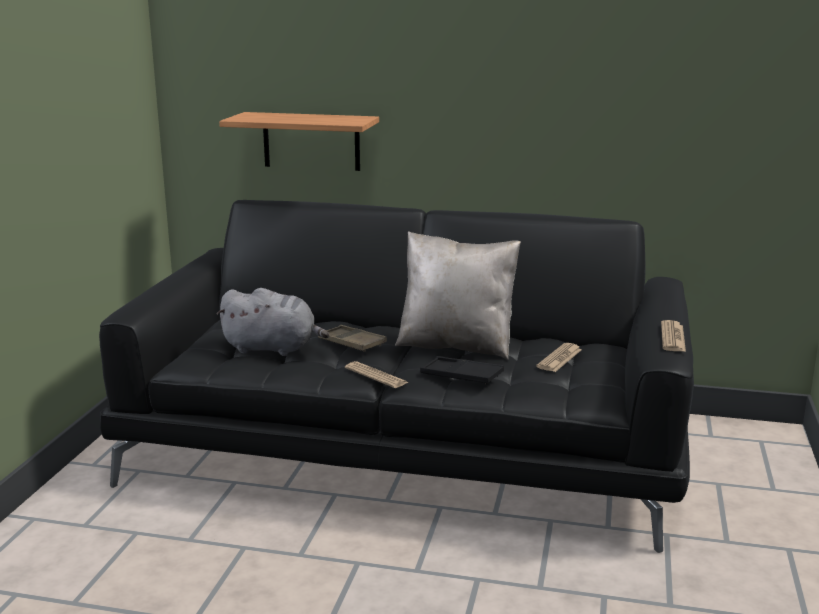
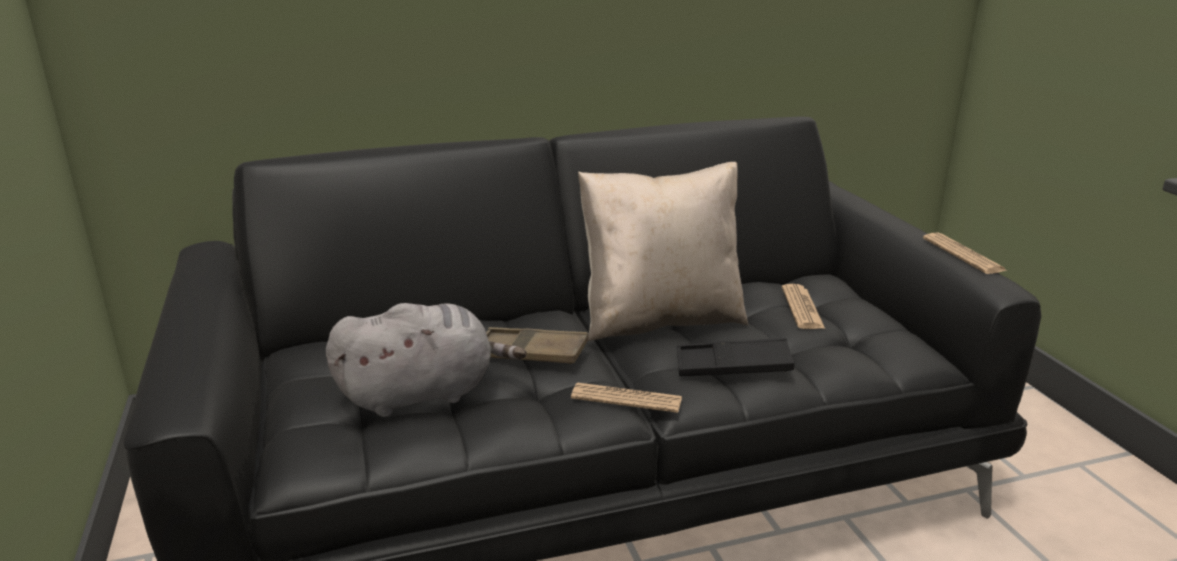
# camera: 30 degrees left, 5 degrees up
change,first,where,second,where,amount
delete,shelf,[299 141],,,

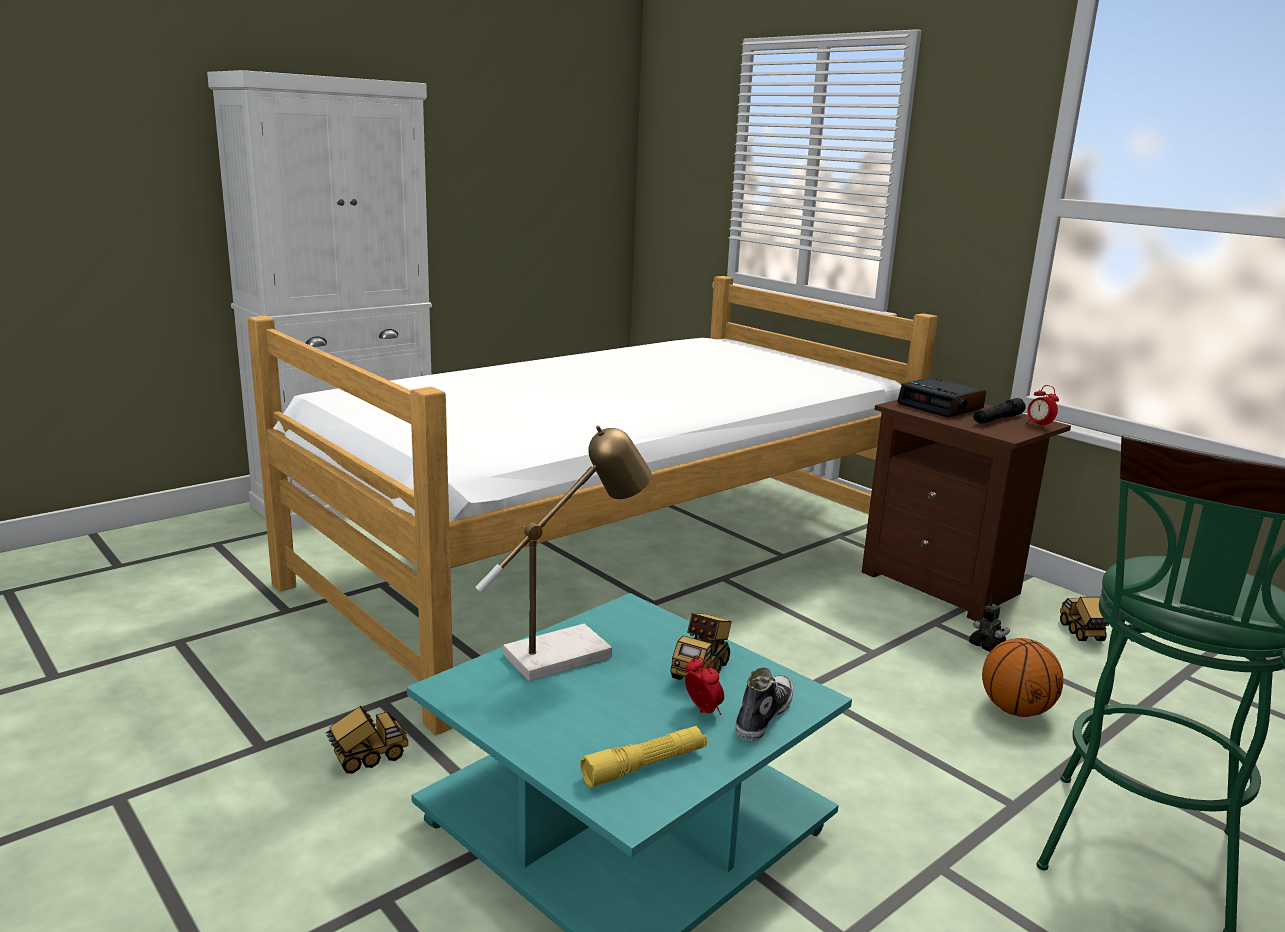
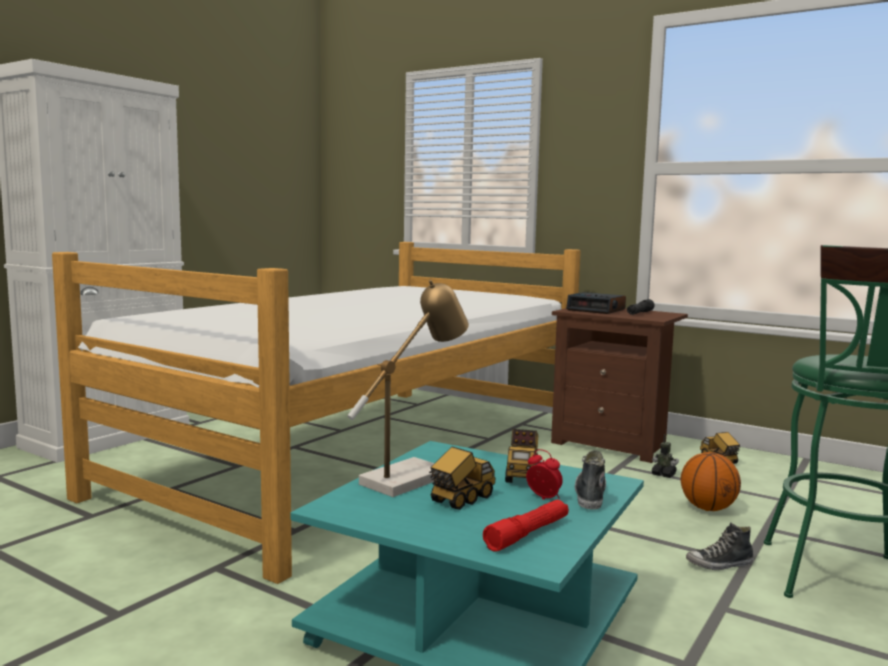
# camera: 15 degrees left, 10 degrees down
change,first,where,second,where,amount
delete,alarm clock,[1043 406],,,
move,toy truck,[367 740],,[462 478],
recolor,yellow flashlight,[643 756],red flashlight,[526 526],
insert,,,shoe,[720 546],

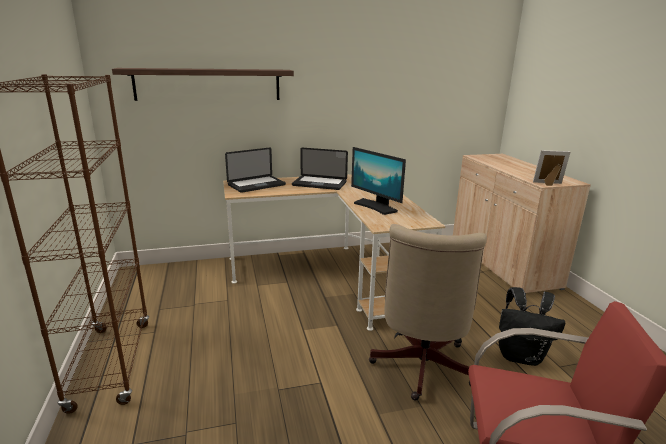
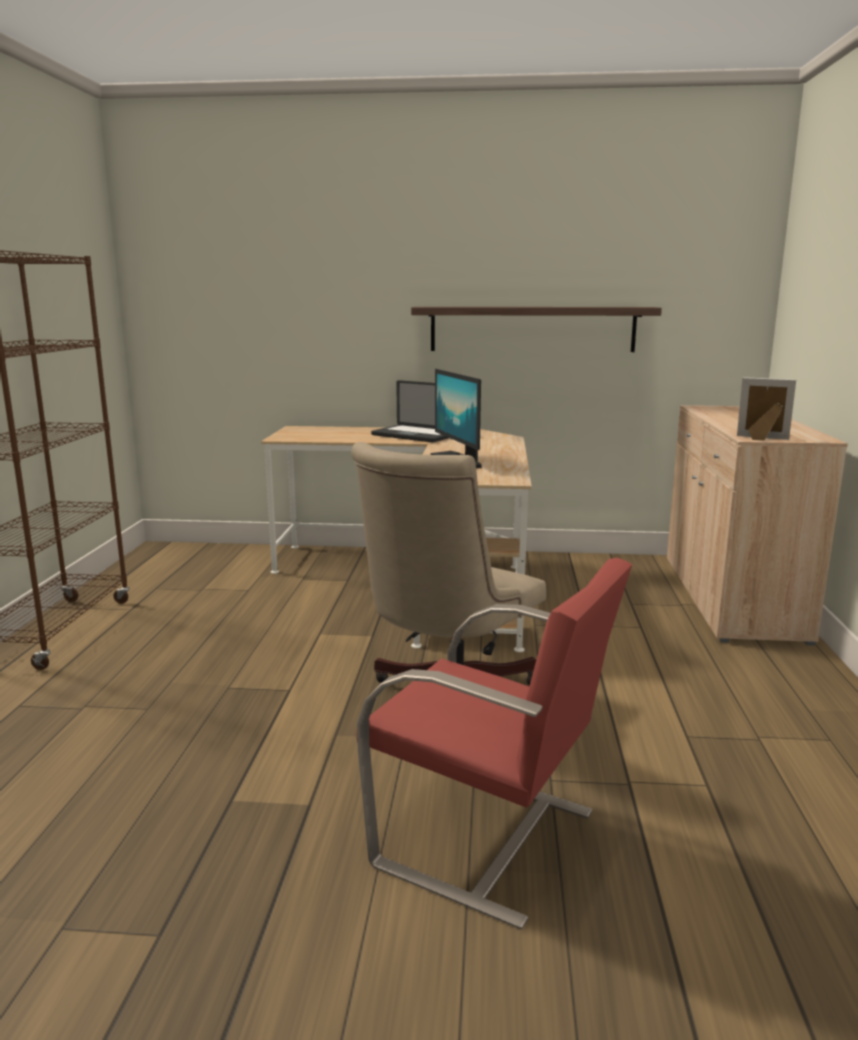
# camera: 20 degrees right, 5 degrees down
change,first,where,second,where,amount
move,shelf,[203 84],,[536 329],
delete,laptop,[255 170],,,
delete,black backpack,[531 326],,,

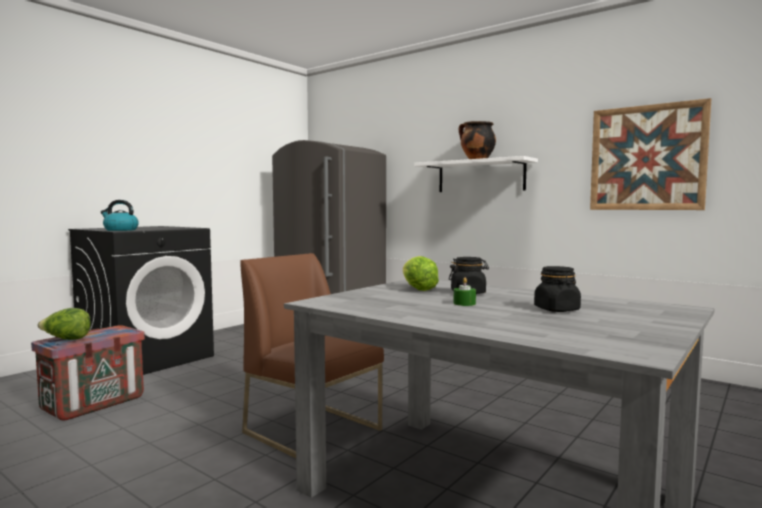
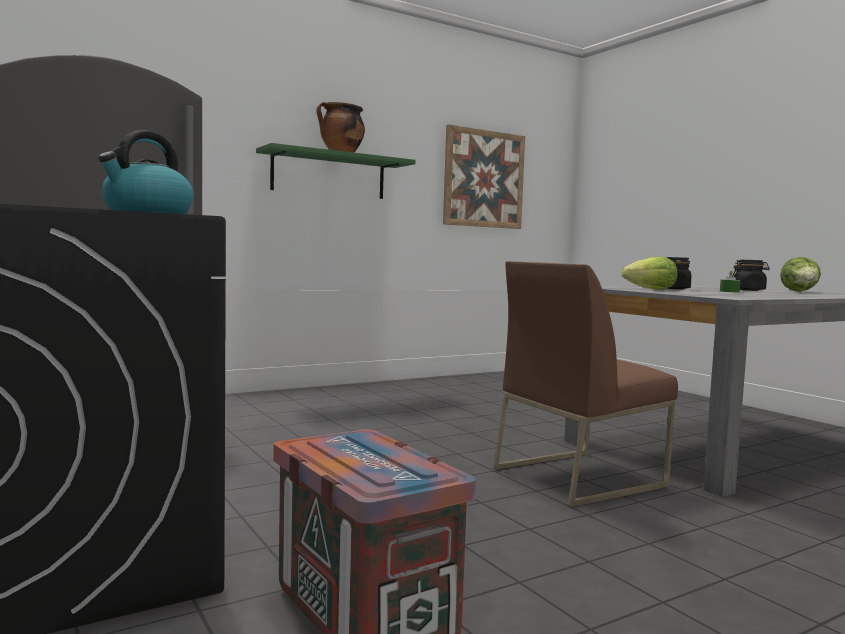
# camera: 70 degrees left, 0 degrees up
change,first,where,second,where,amount
recolor,white shelf,[476 174],green shelf,[336 171],
move,lettuce,[64 324],,[800 274],

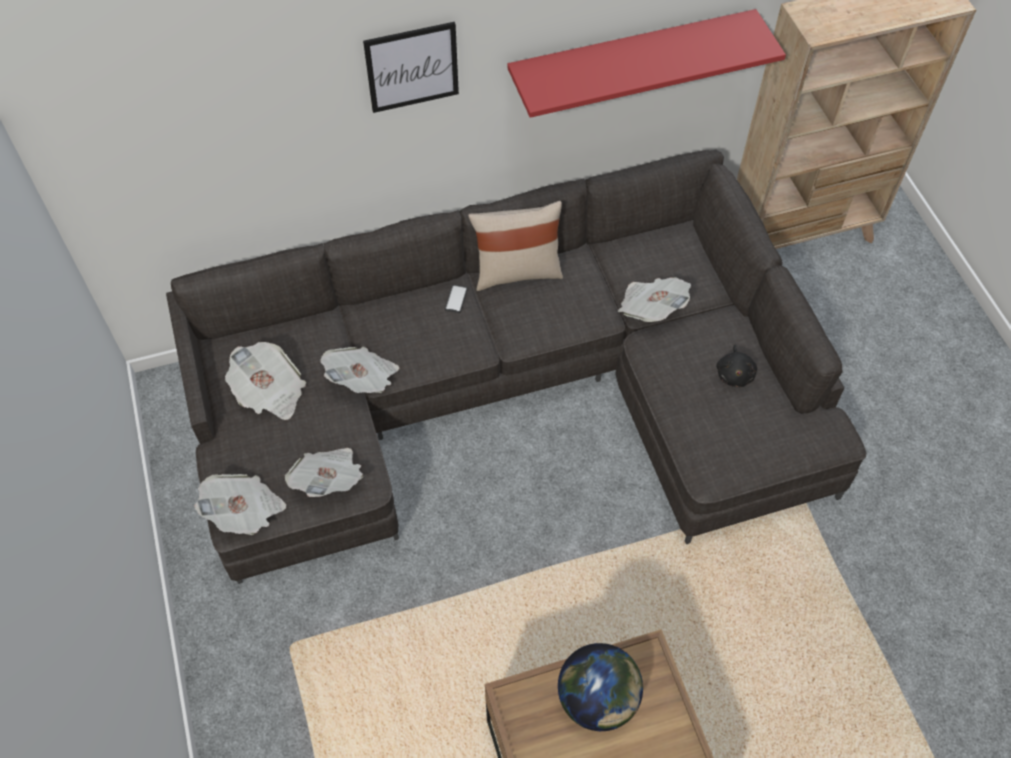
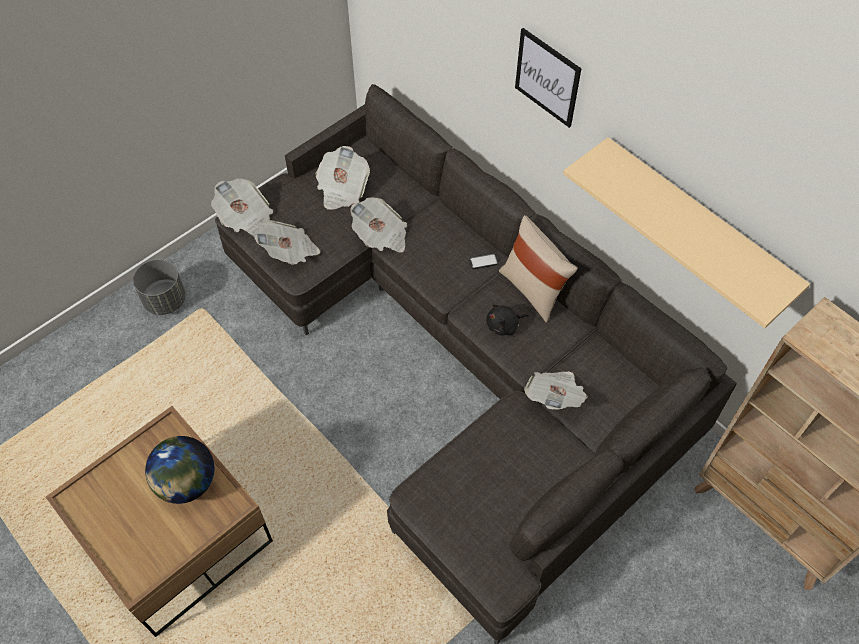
# camera: 65 degrees right, 0 degrees up
change,first,where,second,where,amount
recolor,red shelf,[646 63],beige shelf,[686 232],
move,black plush toy,[736 366],,[507 319],
insert,,,grey planter,[159 287],

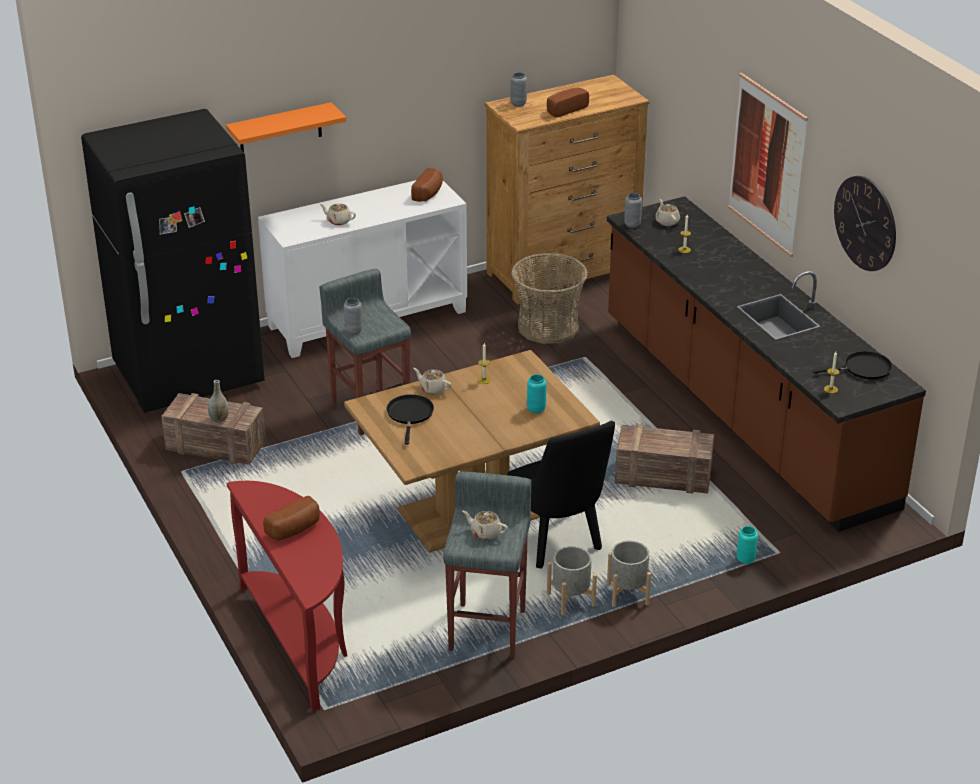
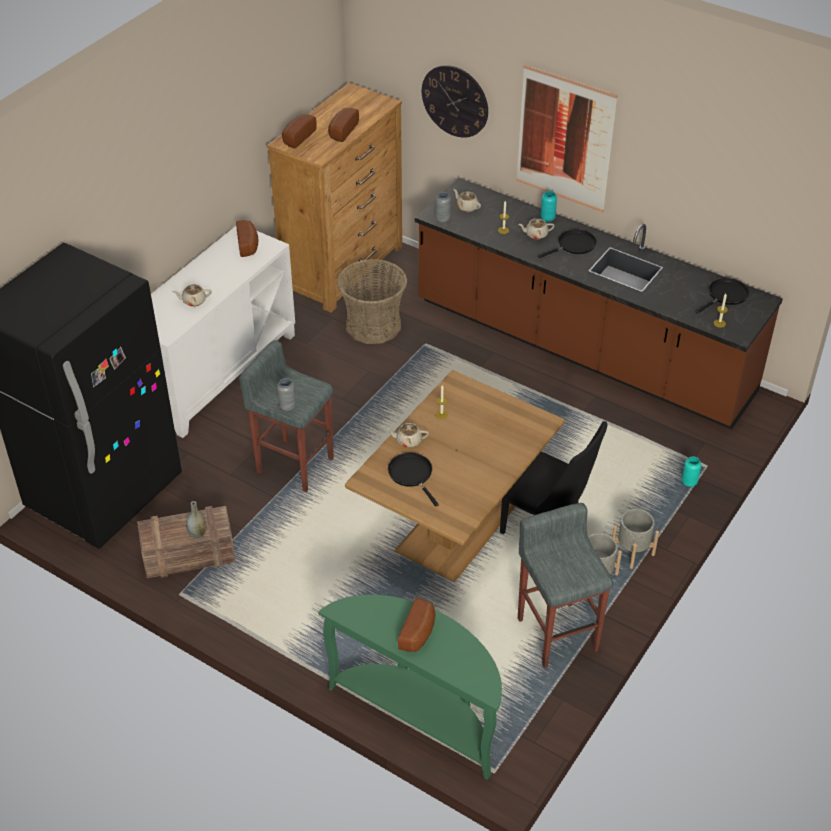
# camera: 30 degrees left, 10 degrees up
change,first,where,second,where,amount
replace,grey vase,[518 89],bread,[299 131],
delete,orange shelf,[286 127],,,
move,wall clock,[865 223],,[455 101],
move,turquoise vase,[537 393],,[548 206],
delete,crate,[664 459],,,
recolor,red console table,[287 596],green console table,[410 687],
move,beige teapot,[485 525],,[536 228],
insert,,,black frying pan,[567 243],

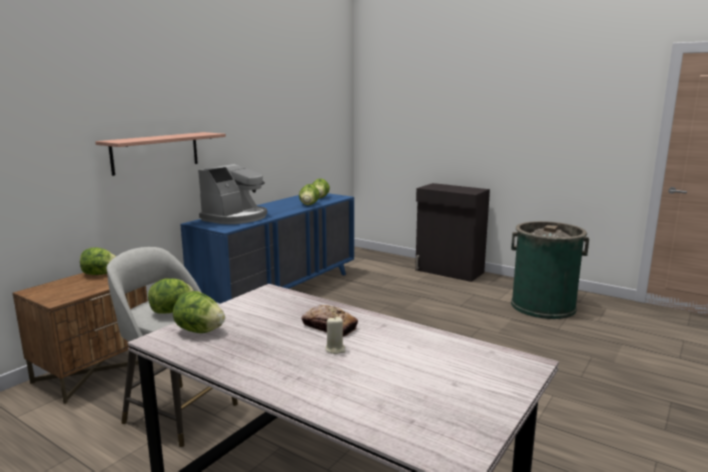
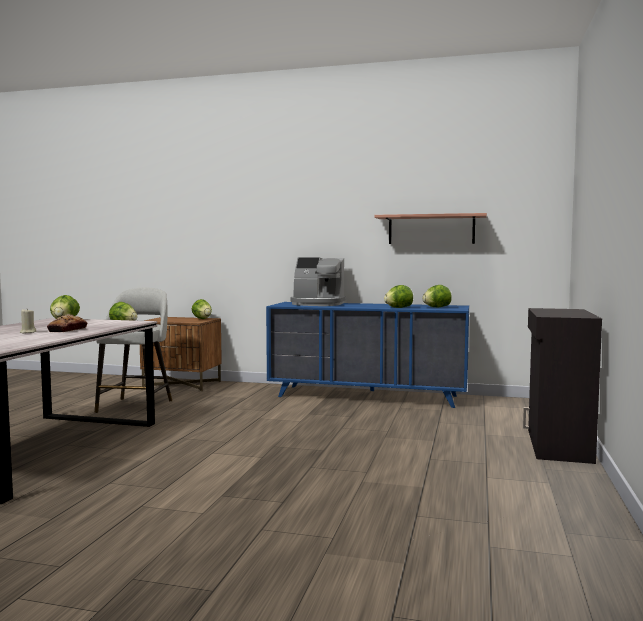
# camera: 70 degrees right, 10 degrees down
change,first,where,second,where,amount
move,shelf,[160 154],,[430 228],
delete,green trash can,[550 270],,,

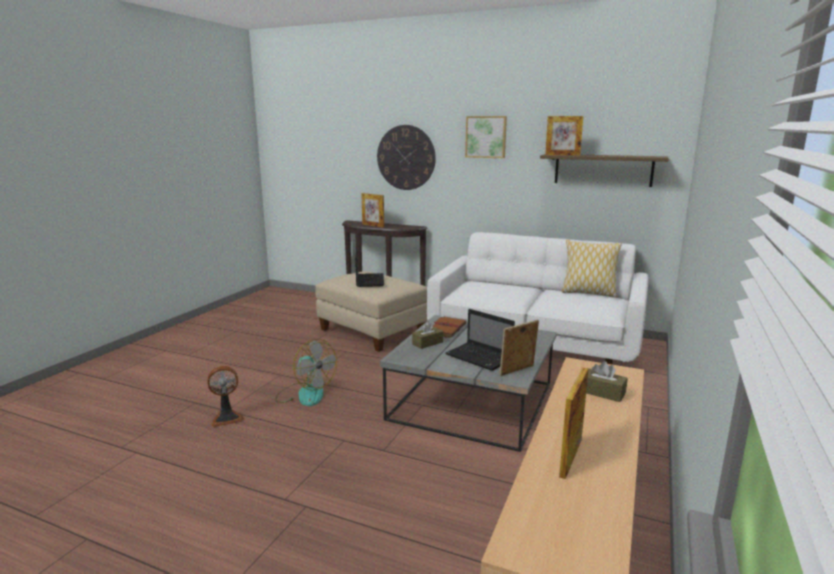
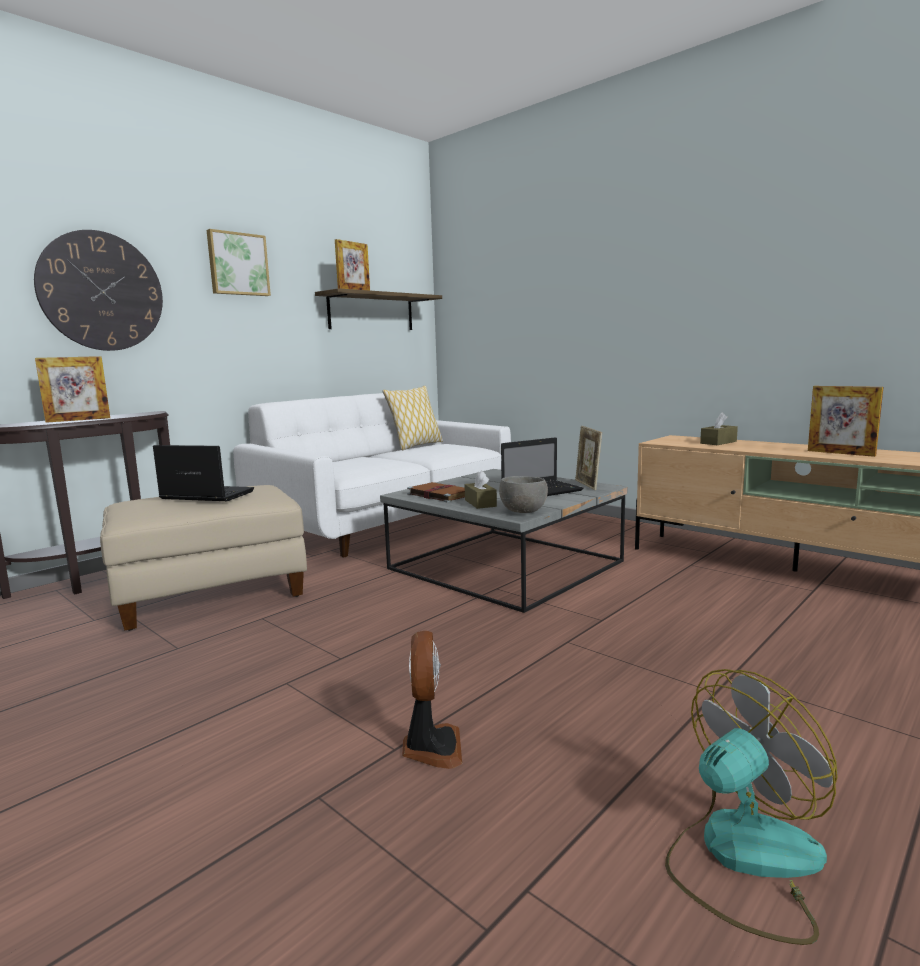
# camera: 70 degrees left, 5 degrees down
change,first,where,second,where,amount
move,fan,[306 372],,[751 807],
insert,,,grey bowl,[523 494],

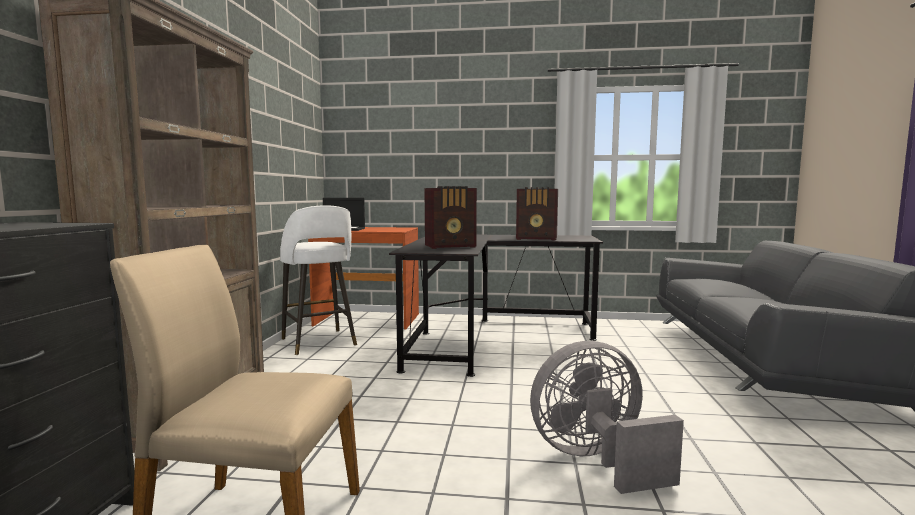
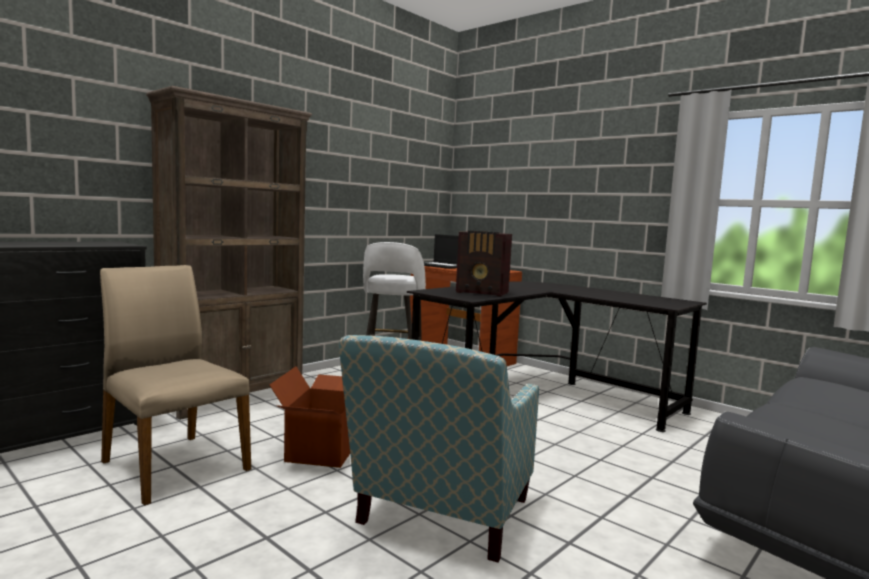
# camera: 35 degrees right, 0 degrees up
change,first,where,second,where,amount
delete,radio,[537 213],,,
replace,grey fan,[607 417],armchair,[439 449],
insert,,,cardboard box,[310 417],

